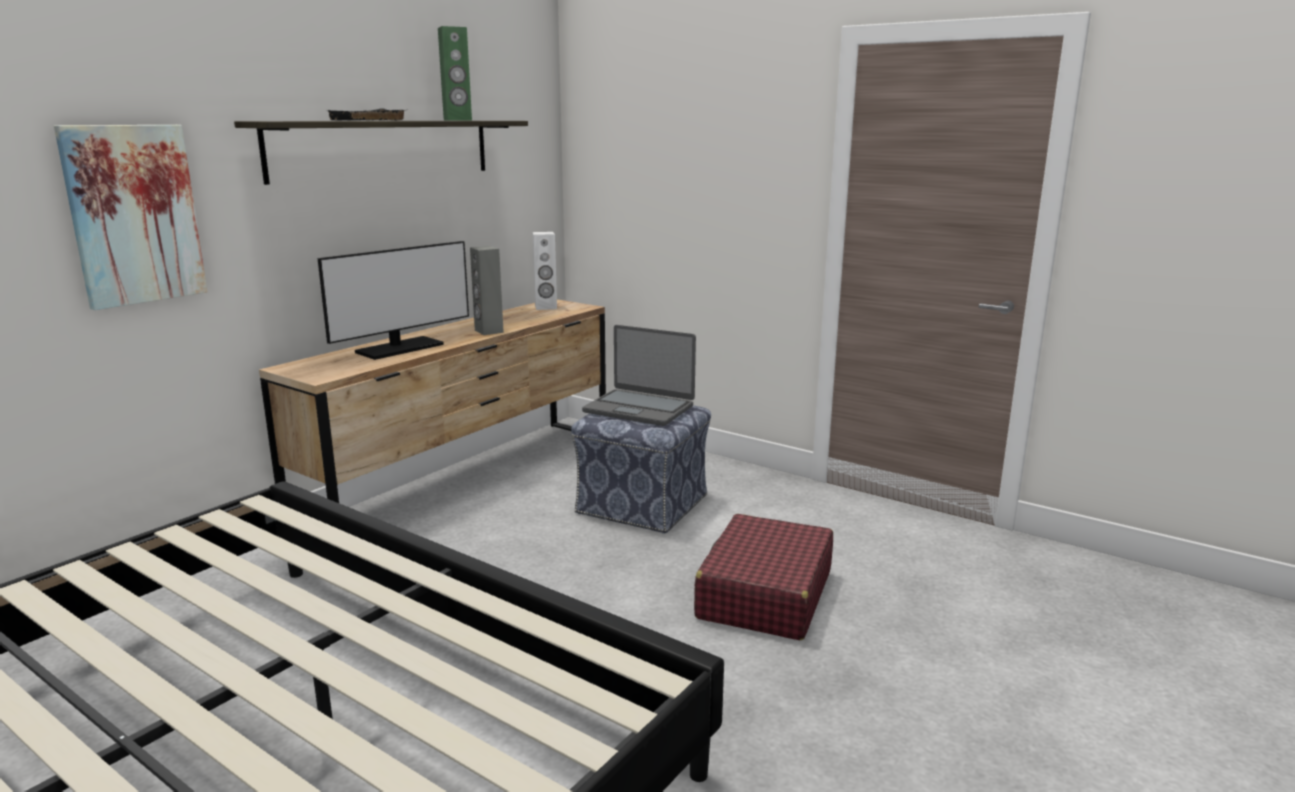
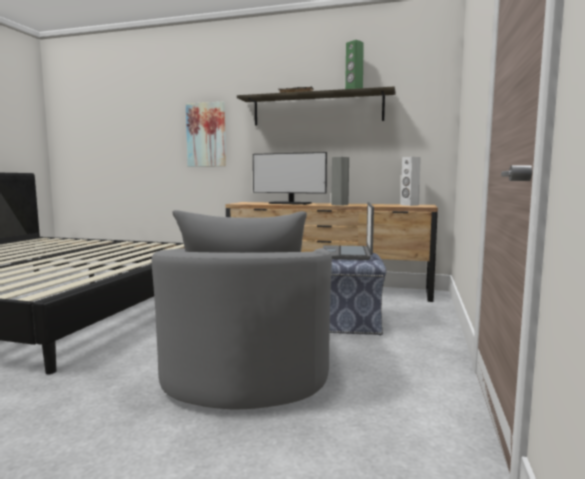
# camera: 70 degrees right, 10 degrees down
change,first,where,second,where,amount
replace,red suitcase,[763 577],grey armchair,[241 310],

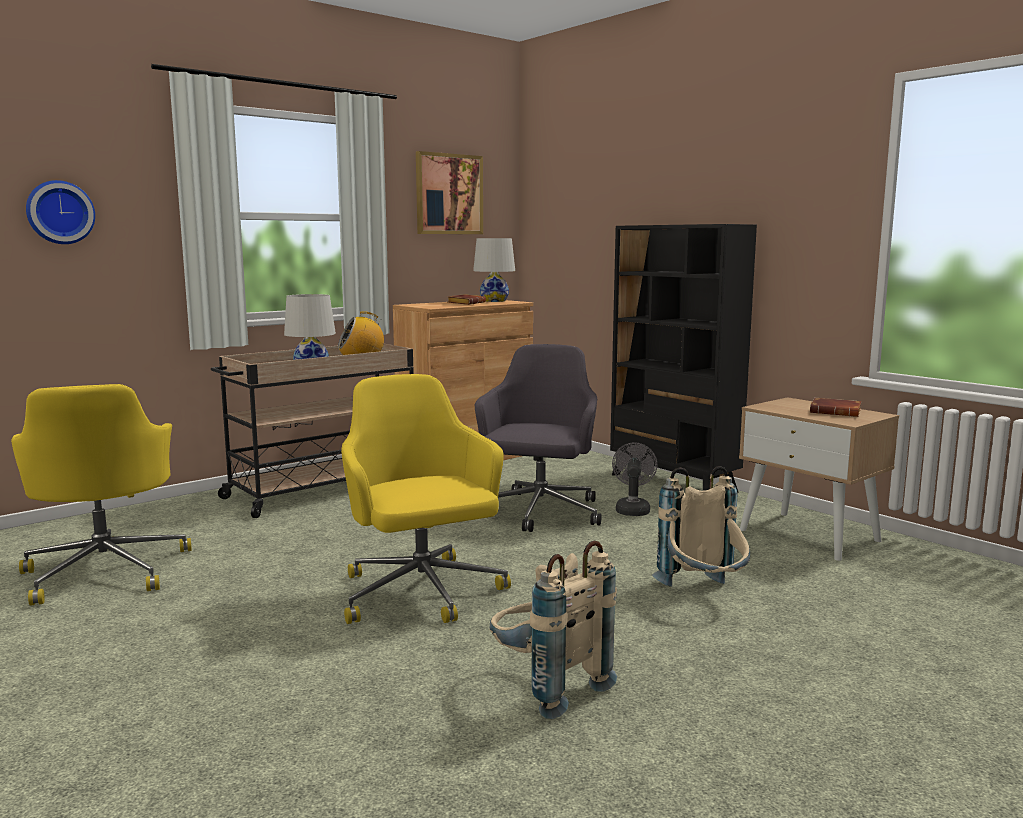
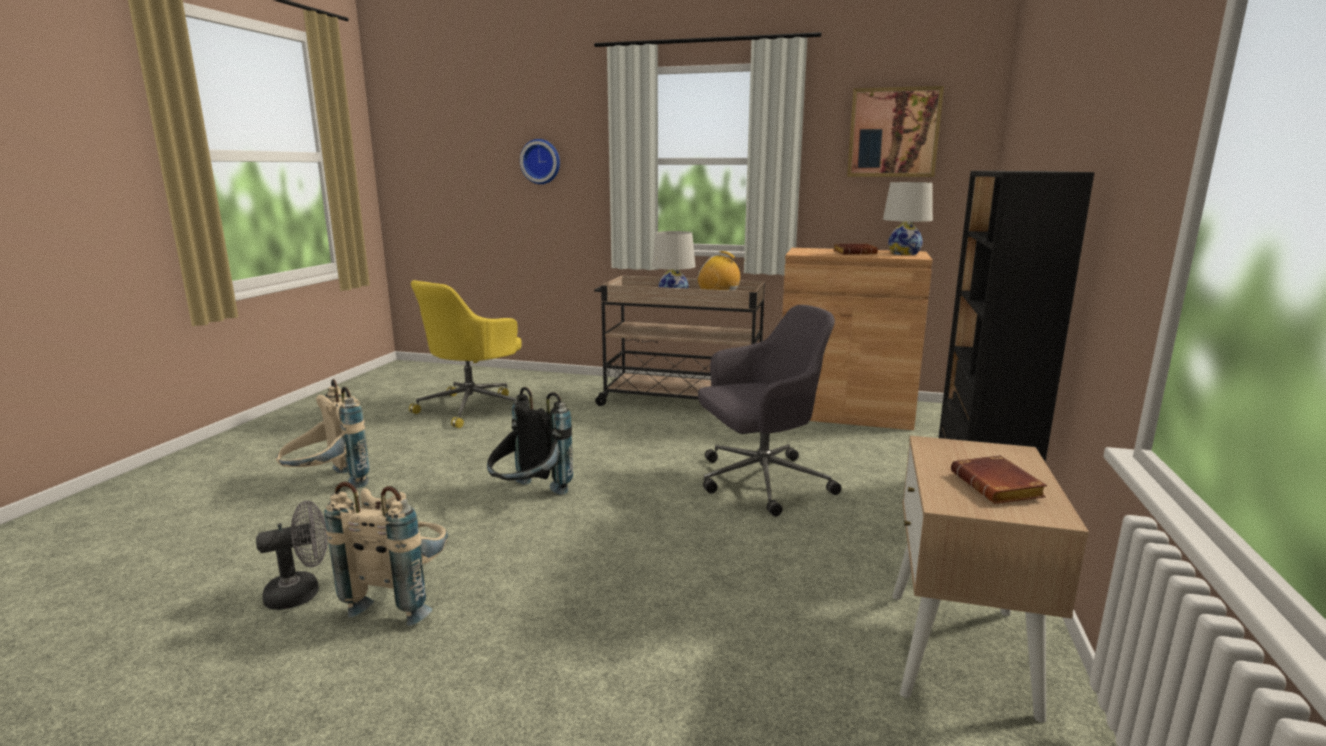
# camera: 55 degrees right, 5 degrees up
change,first,where,second,where,amount
replace,yellow office chair,[426 499],black backpack,[530 441],
move,grey fan,[634 479],,[292 555],
move,beige backpack,[701 526],,[323 433],

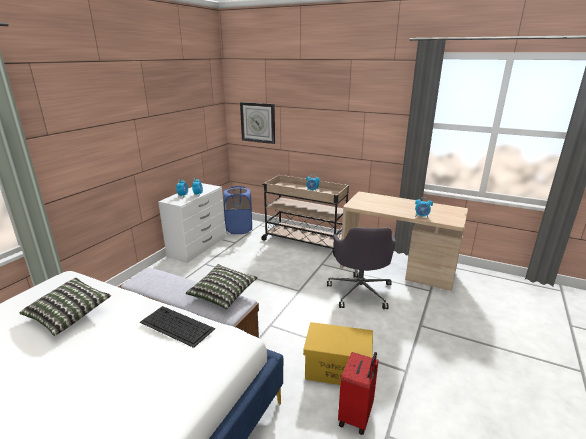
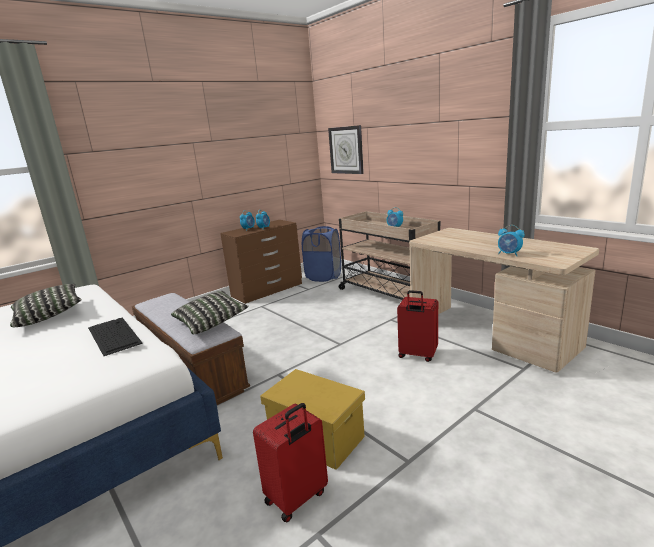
# camera: 25 degrees right, 5 degrees down
change,first,where,second,where,amount
recolor,white dresser,[192 223],brown dresser,[261 262],
replace,grey office chair,[361 268],red suitcase,[417 326],

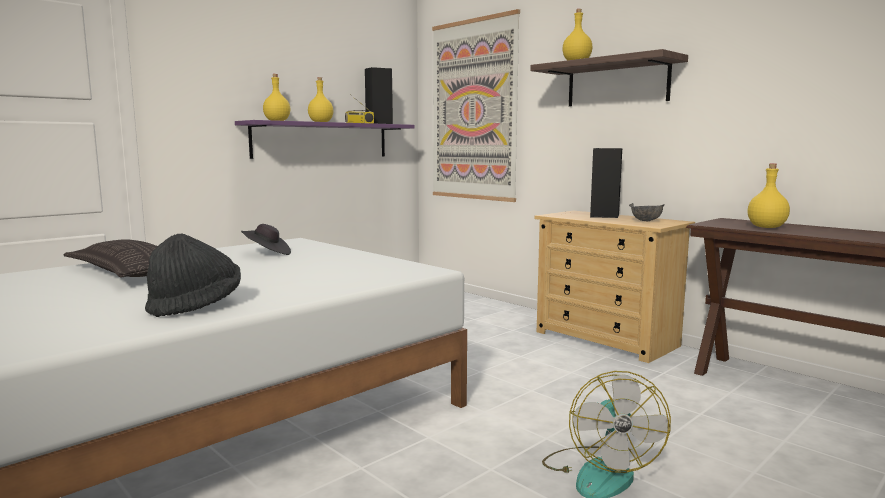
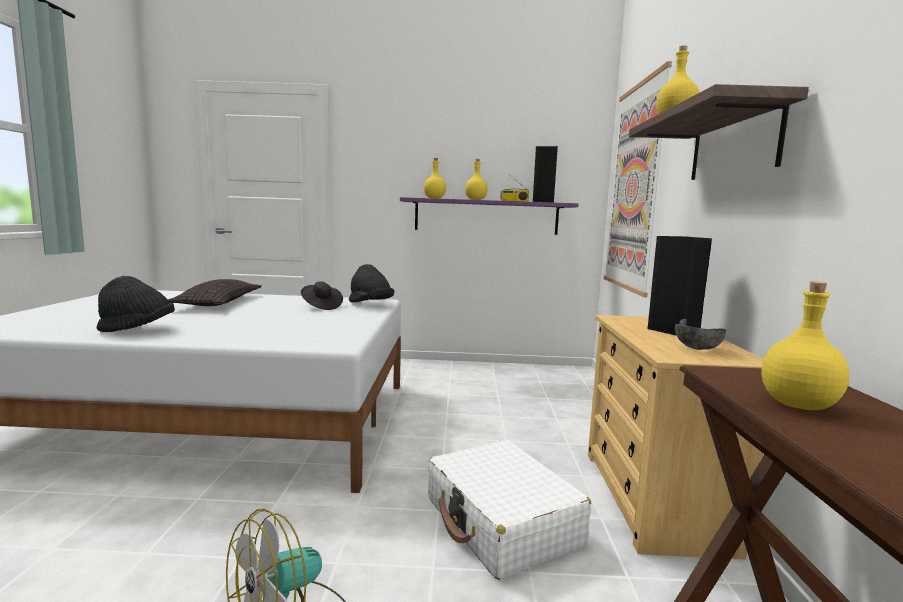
# camera: 45 degrees right, 0 degrees up
change,first,where,second,where,amount
insert,,,black hat,[371 283],
insert,,,white suitcase,[509 510],

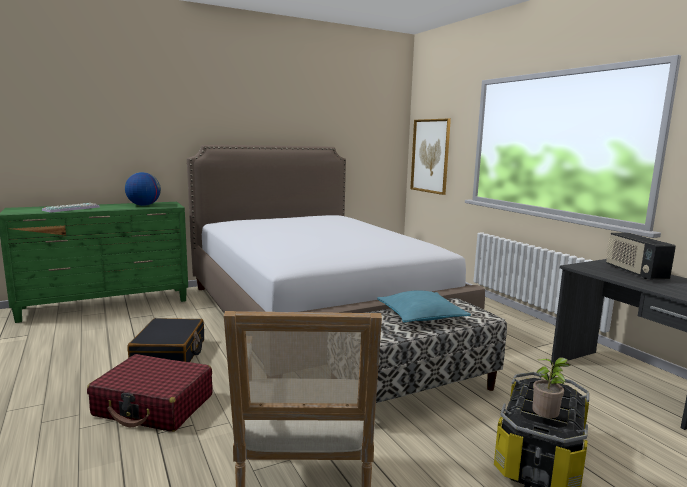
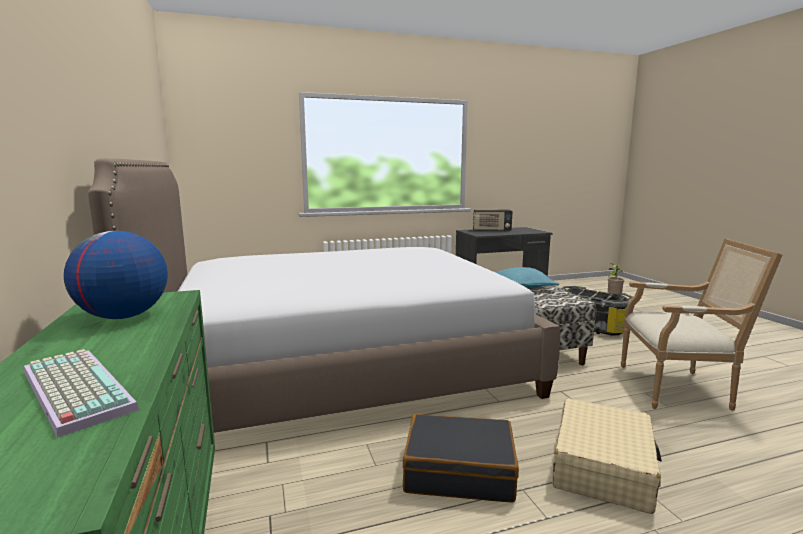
# camera: 80 degrees left, 0 degrees up
change,first,where,second,where,amount
delete,picture,[430 157],,,
recolor,red suitcase,[150 393],beige suitcase,[607 456],

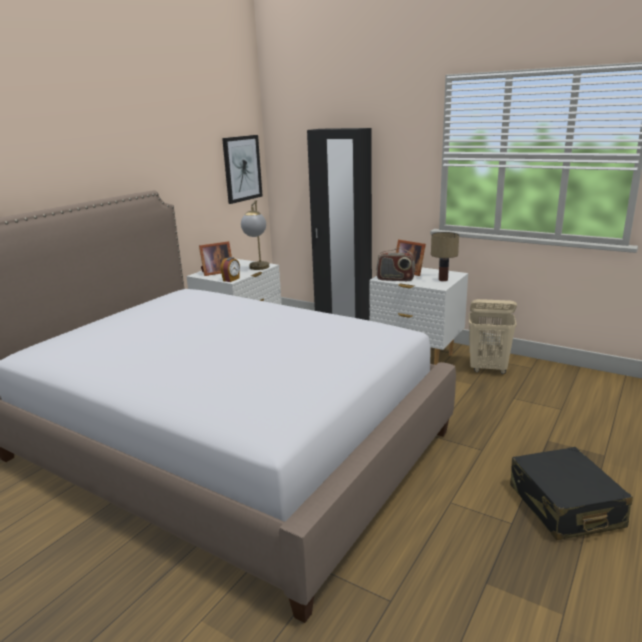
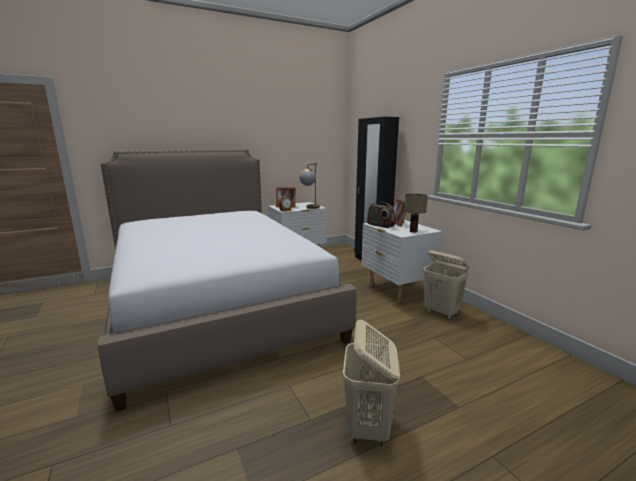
# camera: 30 degrees right, 5 degrees down
change,first,where,second,where,amount
delete,picture,[242 169],,,
replace,black suitcase,[571 493],beige laundry basket,[371 383],

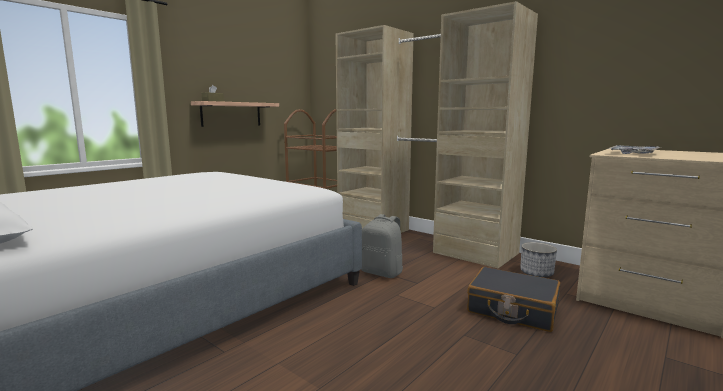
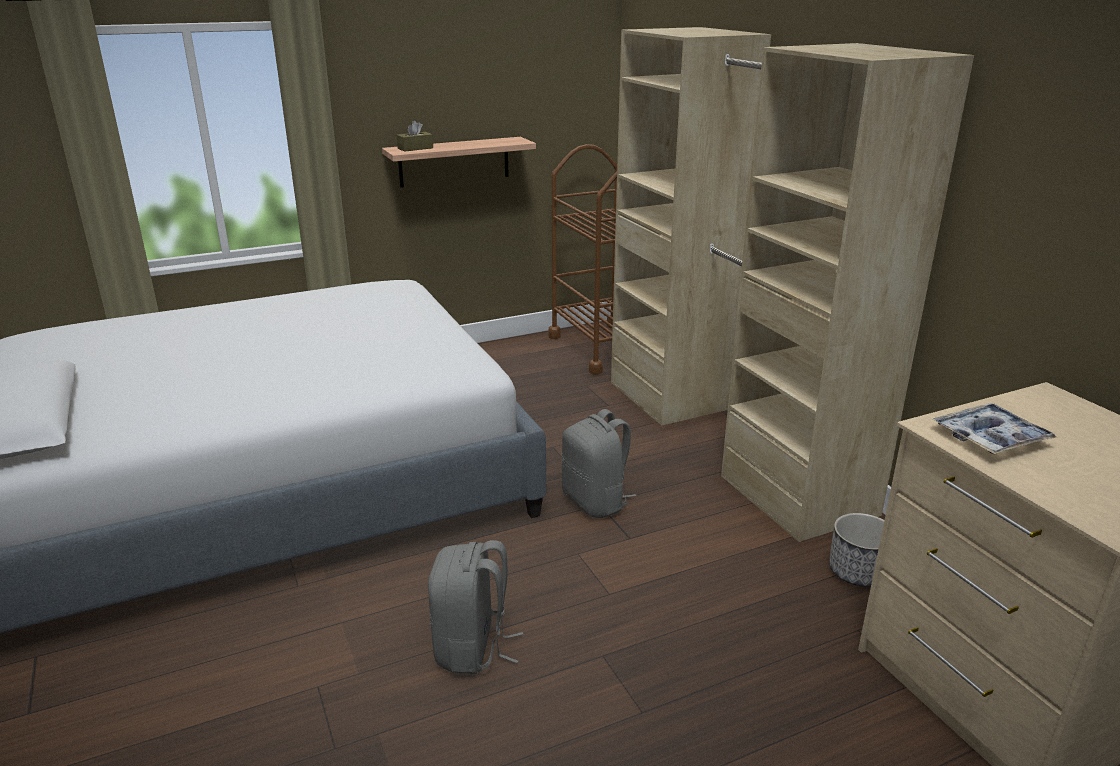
# camera: 25 degrees right, 15 degrees up
change,first,where,second,where,amount
delete,black suitcase,[513 299],,,
insert,,,grey backpack,[475 607],

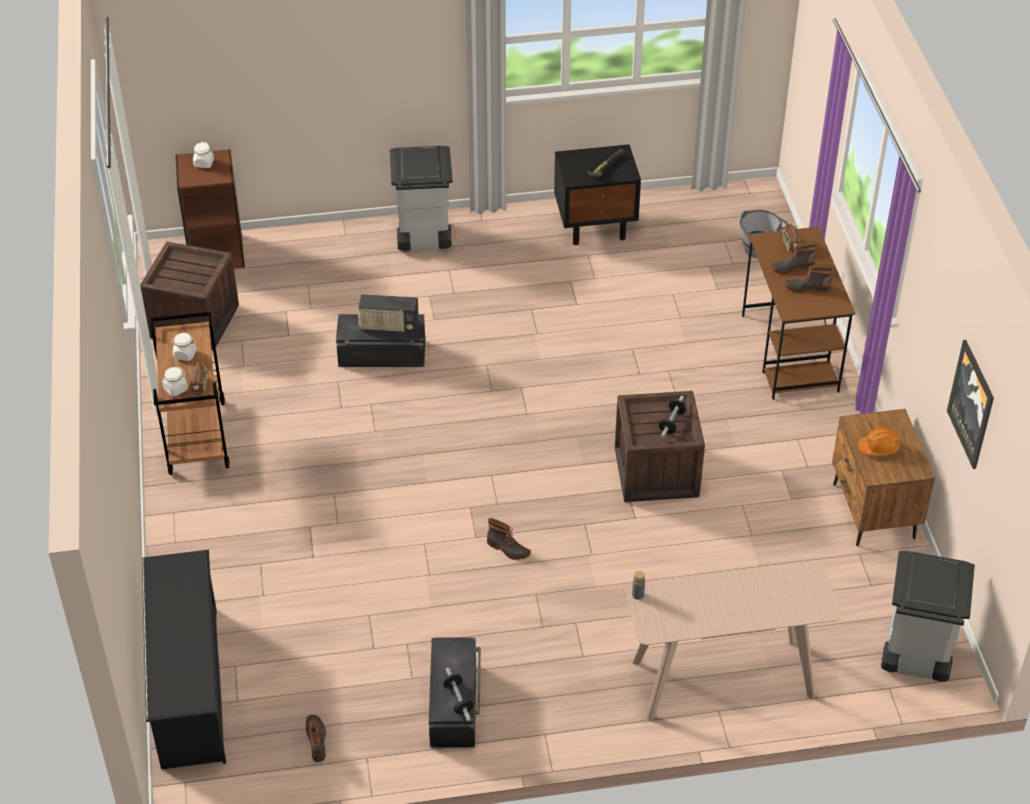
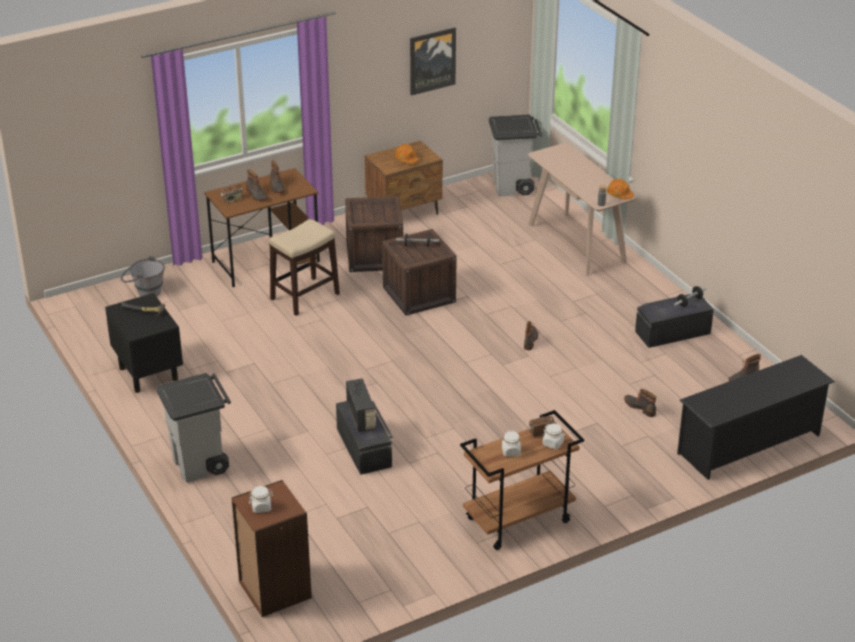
# camera: 110 degrees left, 10 degrees down
change,first,where,second,where,amount
move,crate,[189 296],,[374 234],
insert,,,orange hard hat,[620 189],
insert,,,stool,[304 267],
insert,,,boot,[640 403],

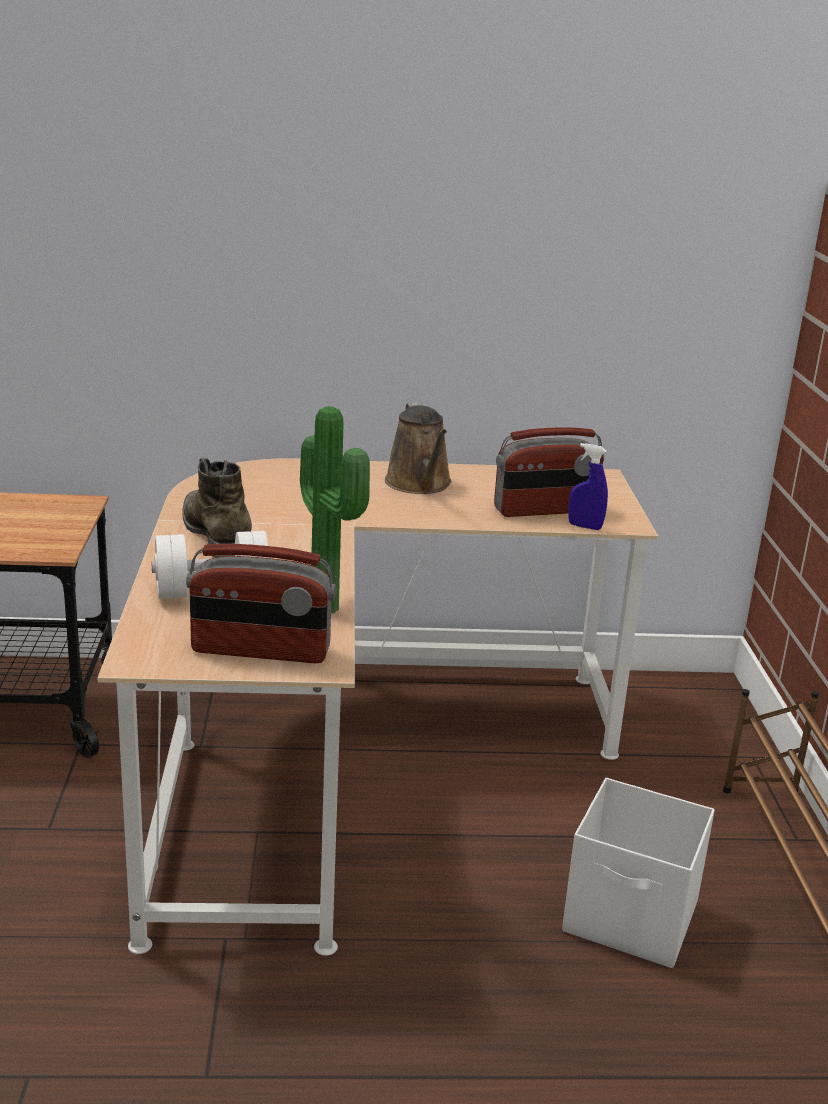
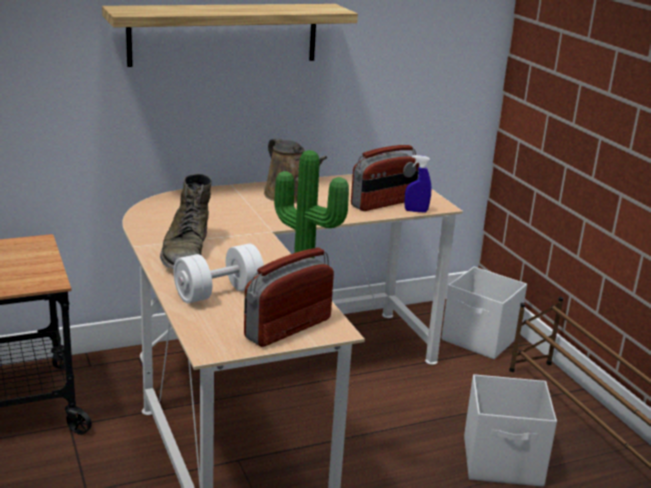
# camera: 20 degrees left, 0 degrees up
change,first,where,second,where,amount
rotate,green boot,[217 508],,[186 221],135 degrees counterclockwise
rotate,radio,[261 603],,[289 297],150 degrees clockwise
insert,,,shelf,[230 35],
insert,,,white storage box,[484 312],

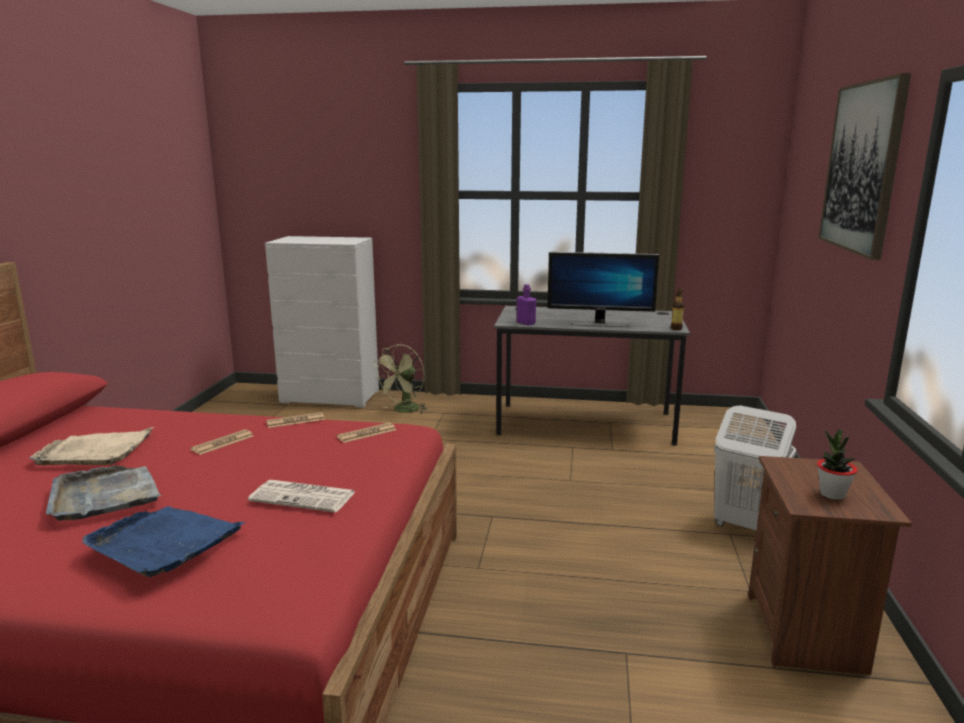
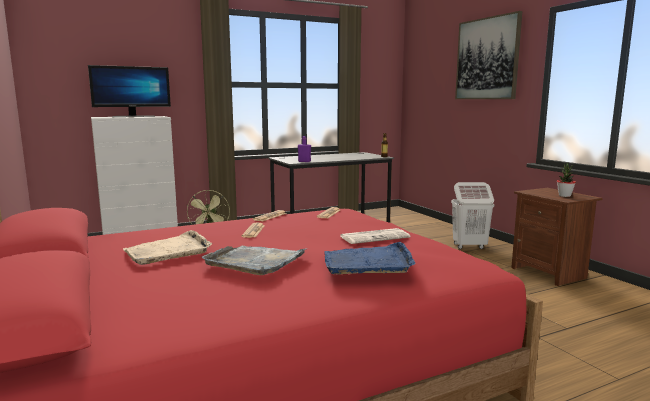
# camera: 35 degrees left, 5 degrees down
change,first,where,second,where,amount
move,monitor,[603 289],,[129 91],

